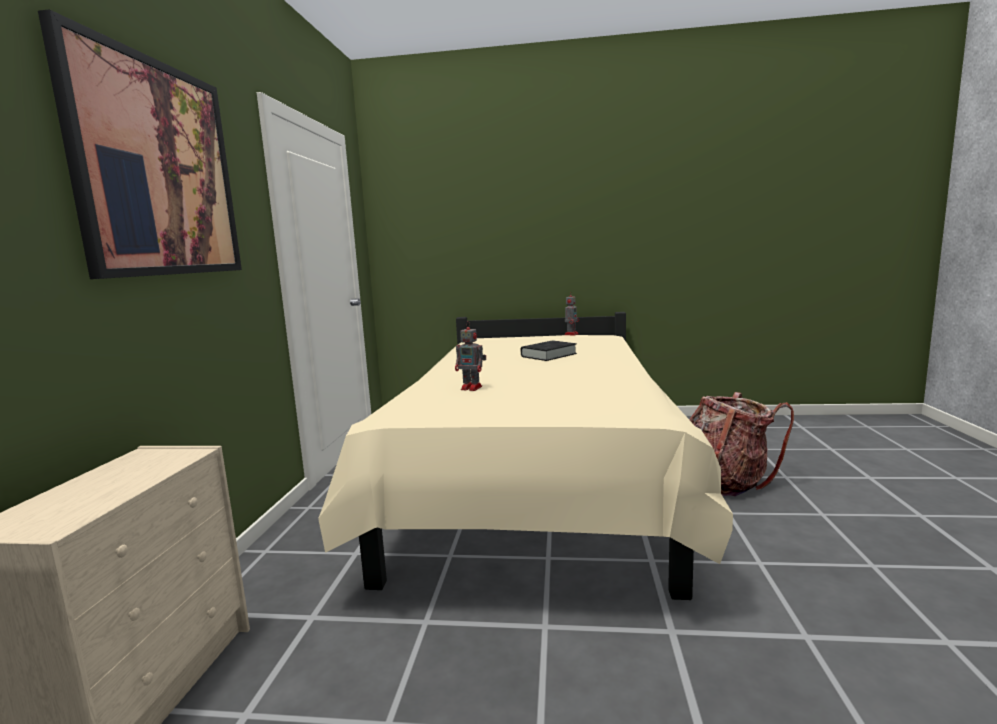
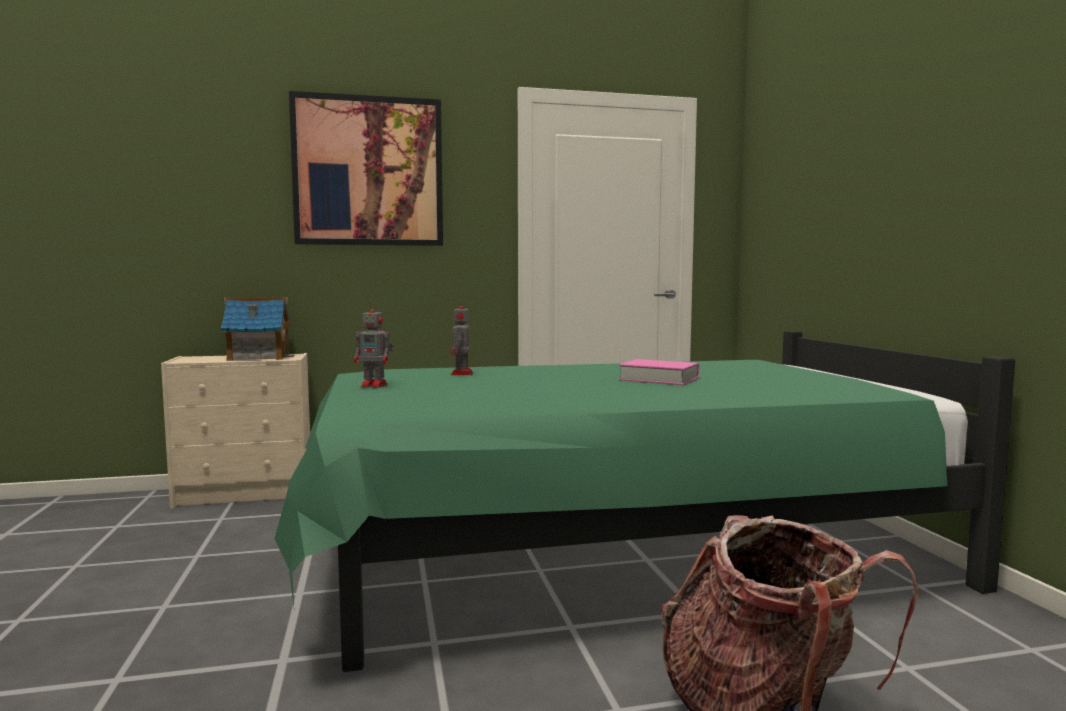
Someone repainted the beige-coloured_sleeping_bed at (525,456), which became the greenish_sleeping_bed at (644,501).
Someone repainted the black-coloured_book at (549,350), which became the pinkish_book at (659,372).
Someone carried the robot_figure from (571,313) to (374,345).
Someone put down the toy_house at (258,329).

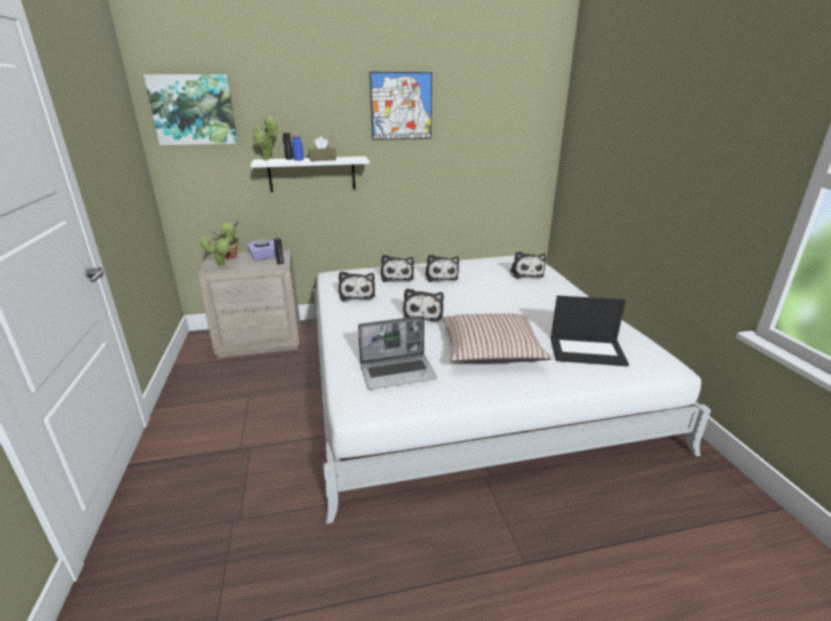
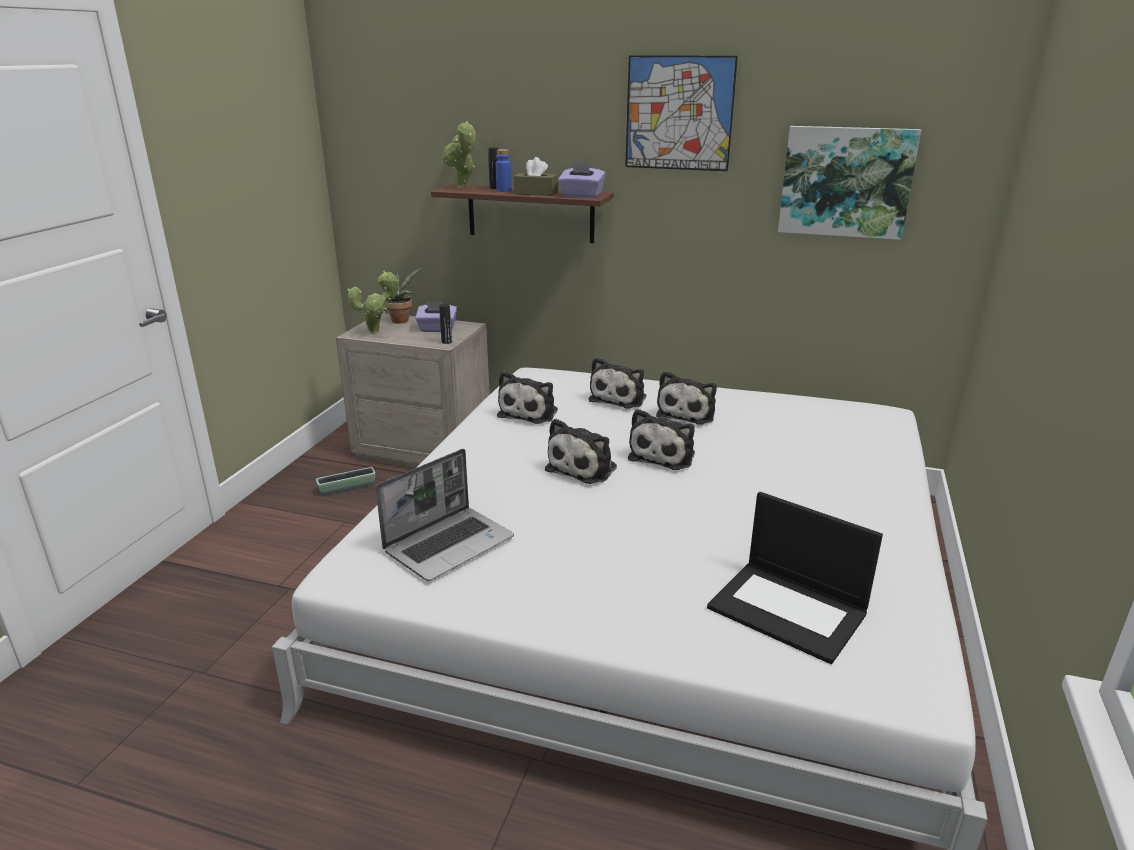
Someone carried the wall_art from (191,109) to (849,183).
Someone repainted the whitish_shelf at (310,174), which became the brown-coloured_shelf at (522,213).
Someone rotated the notebook_computer at (397,353) by 60 degrees counterclockwise.
Someone took away the throw_pillow at (497,338).
Someone carried the soft_toy from (528,265) to (661,439).
Someone put down the planter at (345,481).
Someone put down the purple_tissue_holder at (582,179).

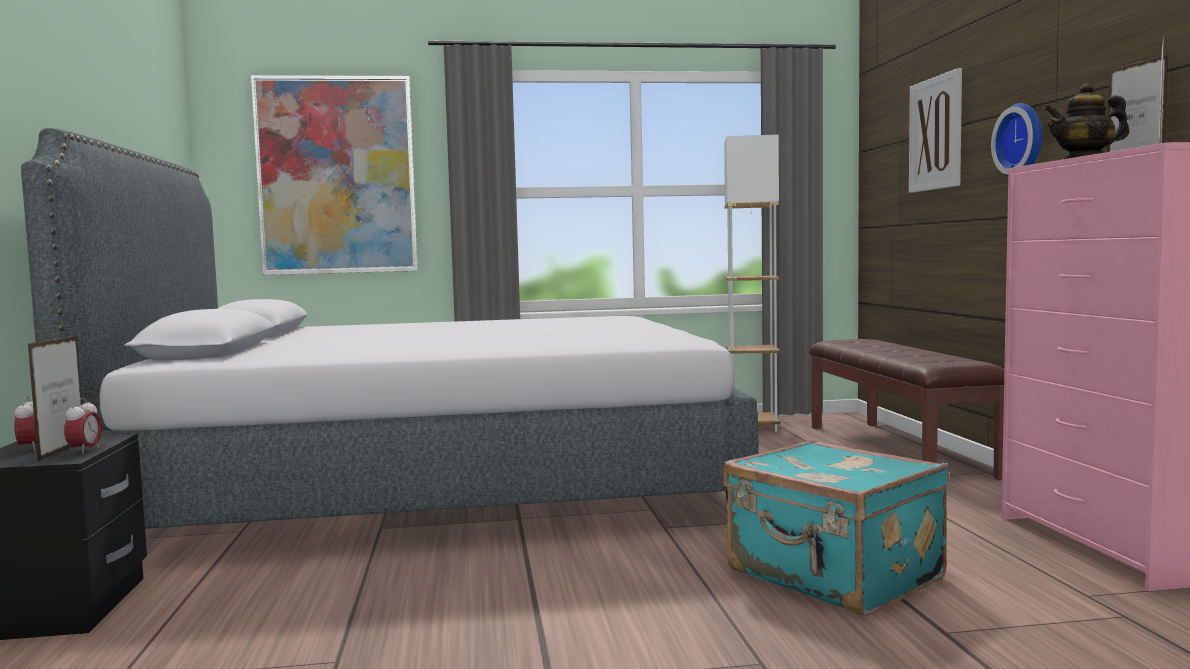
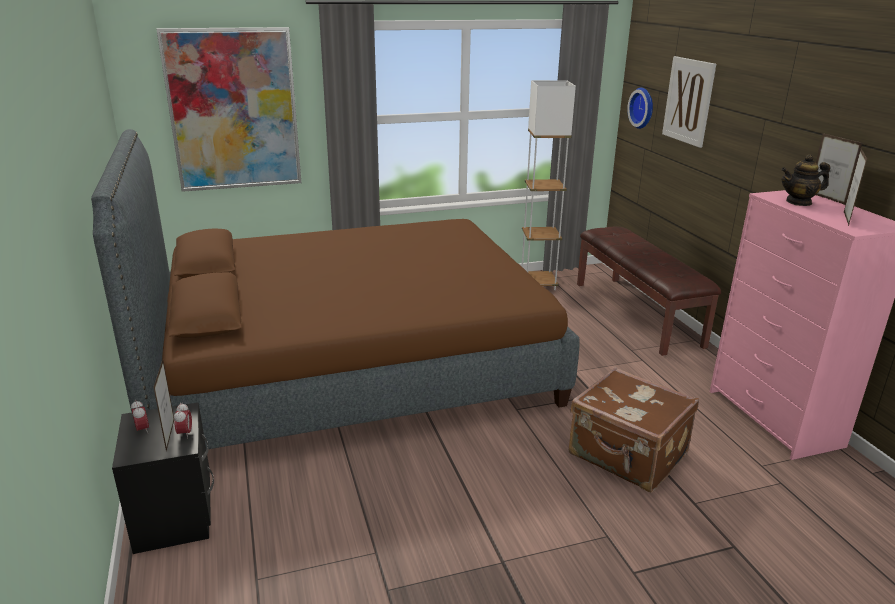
Someone repainted the greyish_sleeping_bed at (389,328), which became the brown-coloured_sleeping_bed at (335,289).
Someone repainted the turquoise_suitcase at (836,528), which became the brown-coloured_suitcase at (634,430).
Someone carried the hanging_clock from (1017,139) to (640,108).

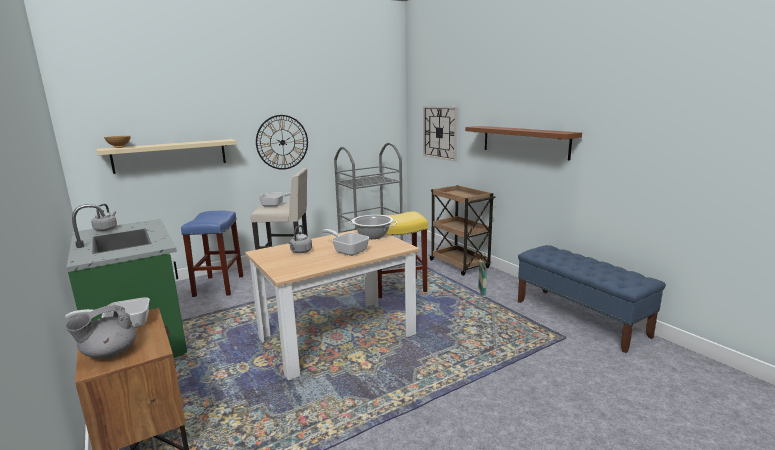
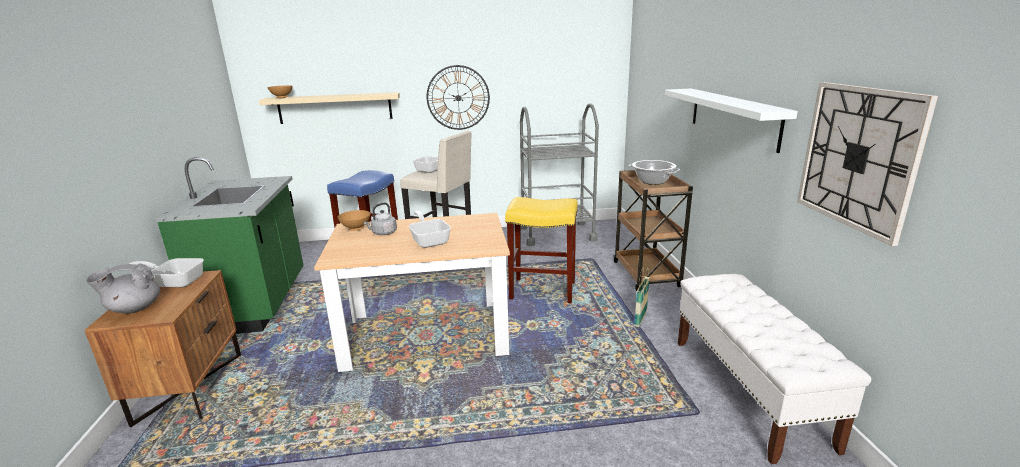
Someone took away the greyish_tea_kettle at (104,217).
Someone carried the cooking_pot from (373,227) to (654,172).
Someone carried the hanging_clock from (440,133) to (867,164).
Someone repainted the brown-coloured_shelf at (523,143), which became the whitish_shelf at (731,121).
Someone repainted the blue-coloured_bench at (592,299), which became the whitish_bench at (774,369).
Someone put down the brown-coloured_deep_dish at (354,220).

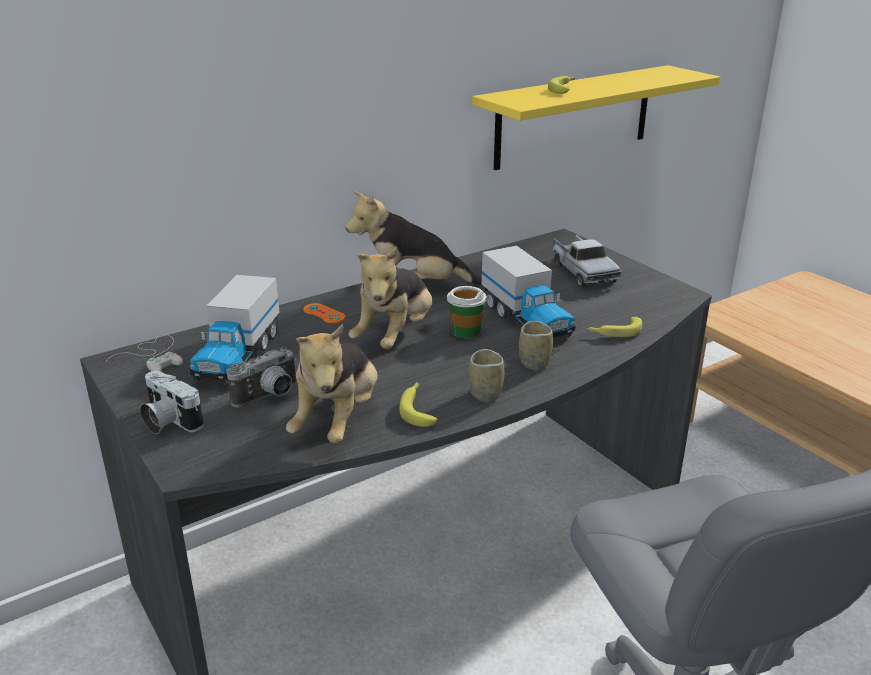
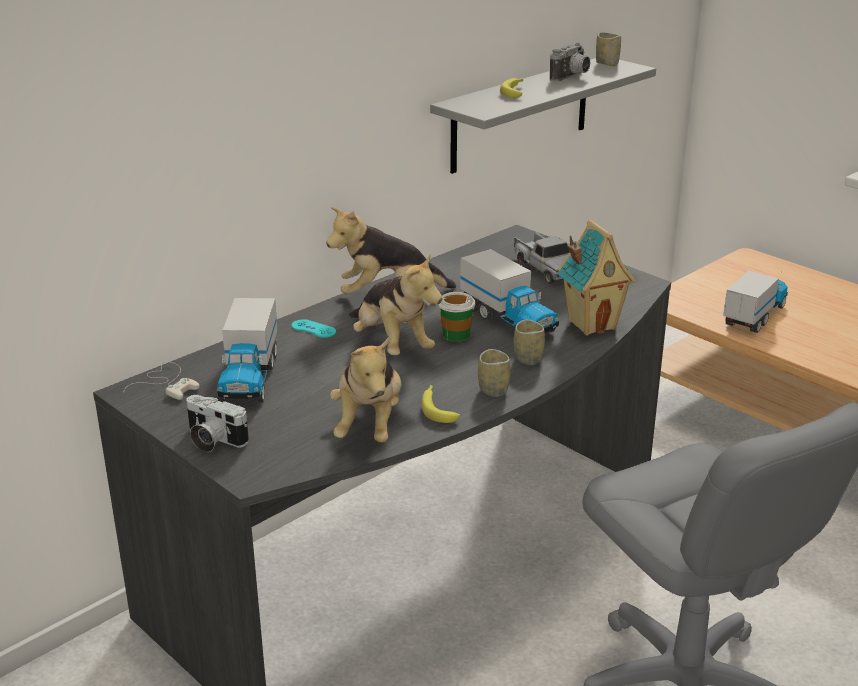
Someone carried the still_camera from (261,377) to (570,62).
Someone repainted the orange_game_controller at (324,313), which became the turquoise_game_controller at (314,328).
Someone rotated the soft_toy at (391,298) by 45 degrees counterclockwise.
Someone repainted the yellow-coloured_shelf at (596,117), which became the greyish_shelf at (543,116).
Someone swapped the whole_banana at (614,327) for the toy_house at (596,277).
Someone put down the drinking_cup at (608,49).
Someone put down the toy_lorry at (755,302).

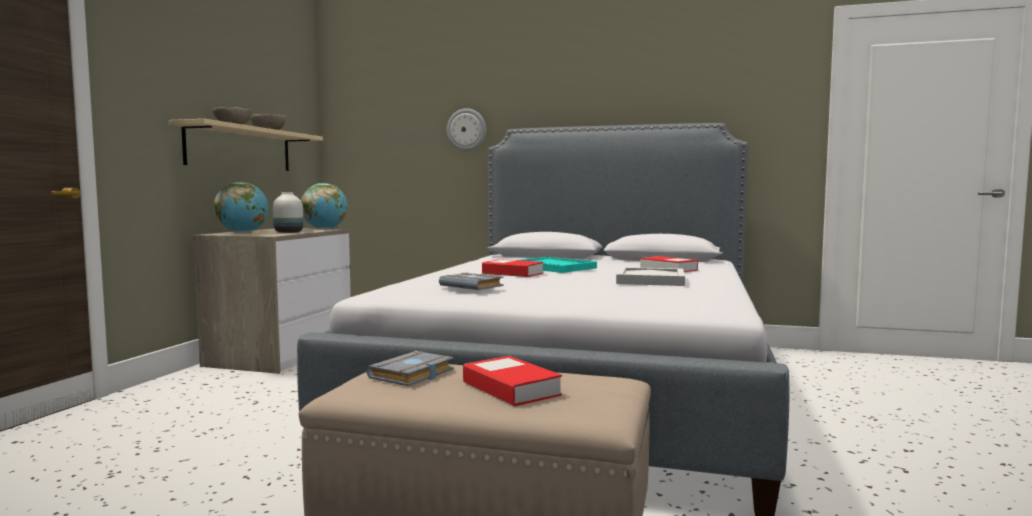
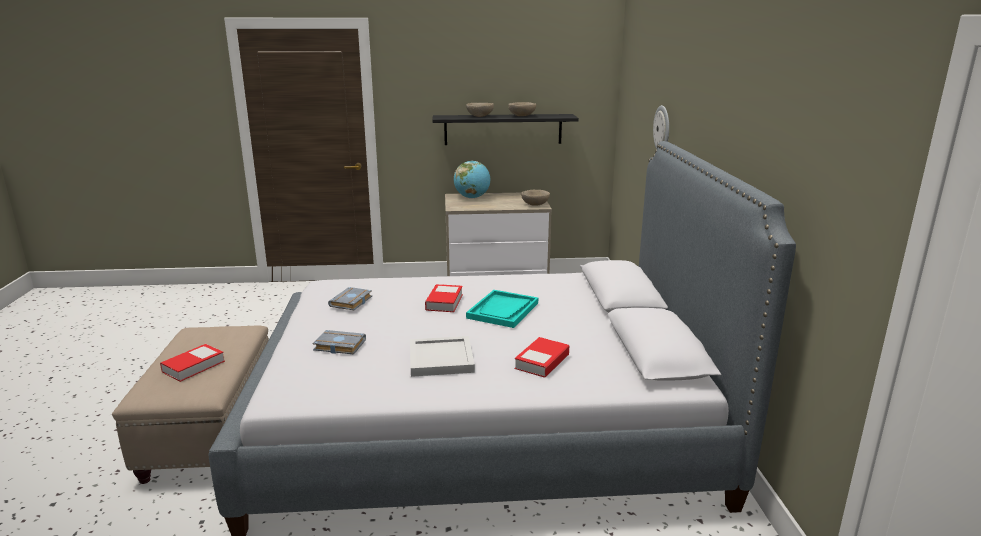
Someone repainted the beige-coloured_shelf at (246,145), which became the black-coloured_shelf at (505,129).
Someone took away the whitish_decorative_vase at (288,212).
Someone swapped the world_globe at (324,206) for the beige-coloured_deep_dish at (535,198).
Someone carried the greyish_book from (410,368) to (339,342).

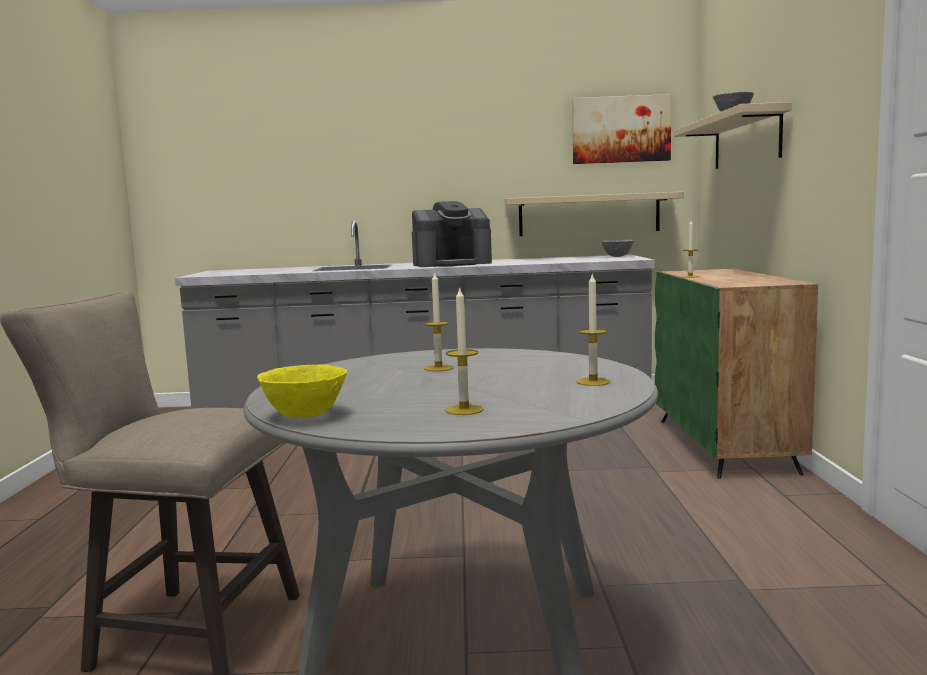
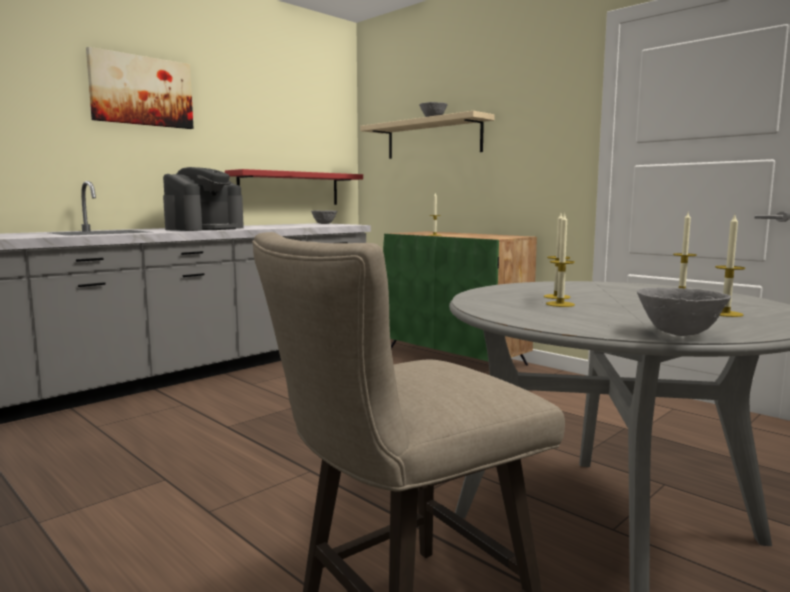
Someone repainted the yellow-coloured_deep_dish at (302,391), which became the greyish_deep_dish at (684,312).
Someone repainted the beige-coloured_shelf at (594,214), which became the red_shelf at (294,187).
Someone carried the wall_art from (621,129) to (140,88).
Someone put down the wax_light at (560,259).

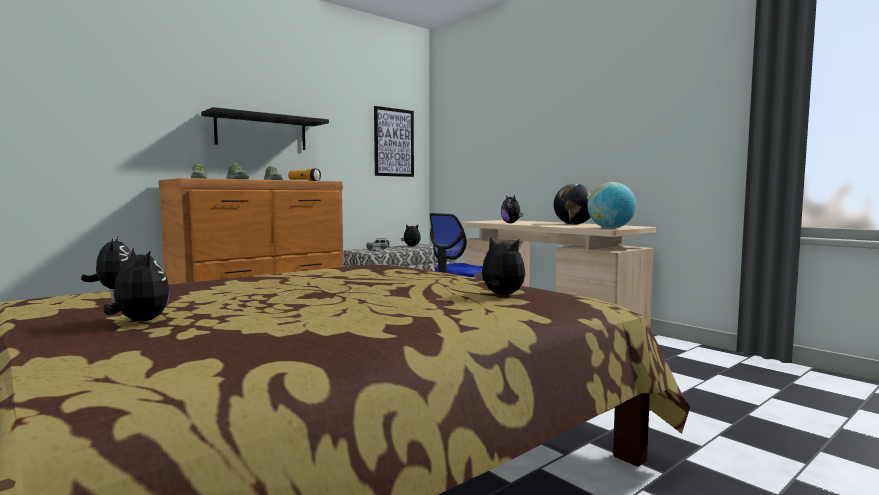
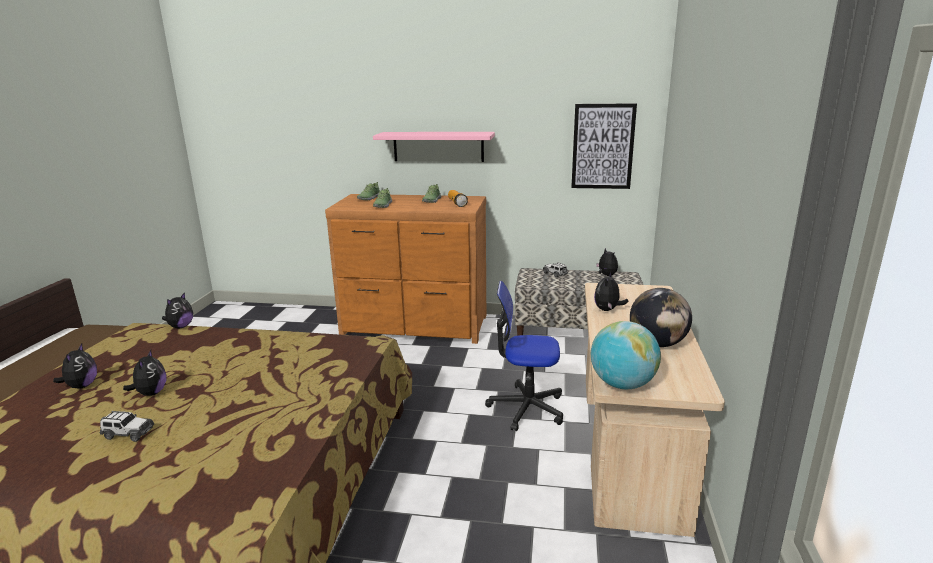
Someone repainted the black-coloured_shelf at (265,128), which became the pinkish_shelf at (434,147).
Someone carried the soft_toy from (499,266) to (145,373).
Someone put down the toy_car at (126,426).

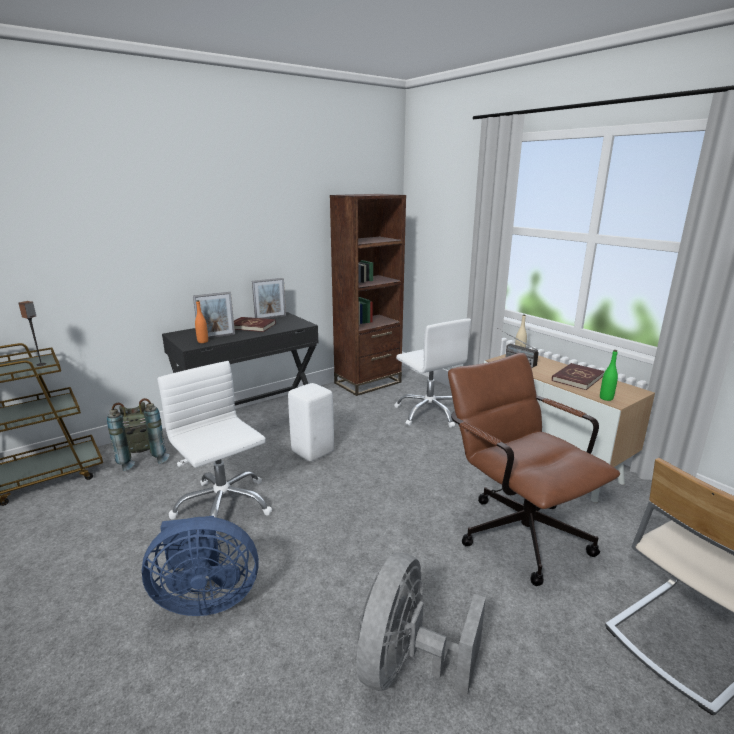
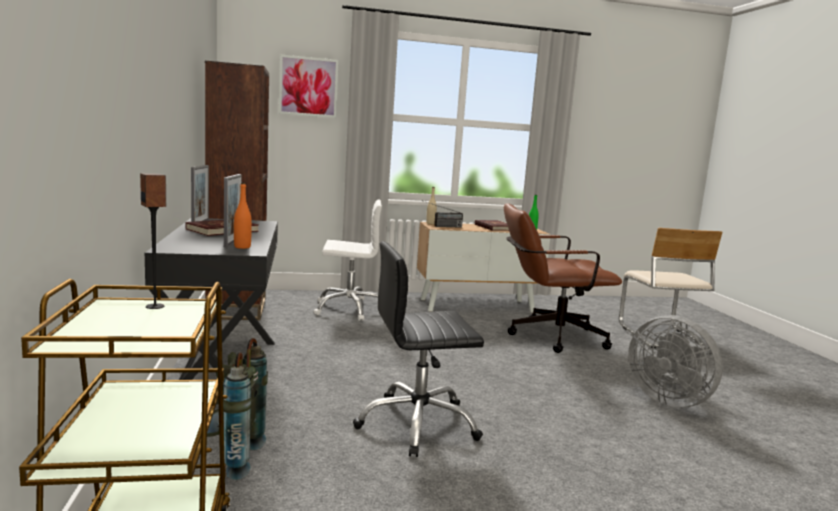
Someone took away the blue-coloured_electric_fan at (200,566).
Someone repainted the whitish_desk_chair at (214,447), which became the black-coloured_desk_chair at (418,349).
Someone took away the whitish_stool_seat at (311,422).
Someone put up the wall_art at (309,86).

